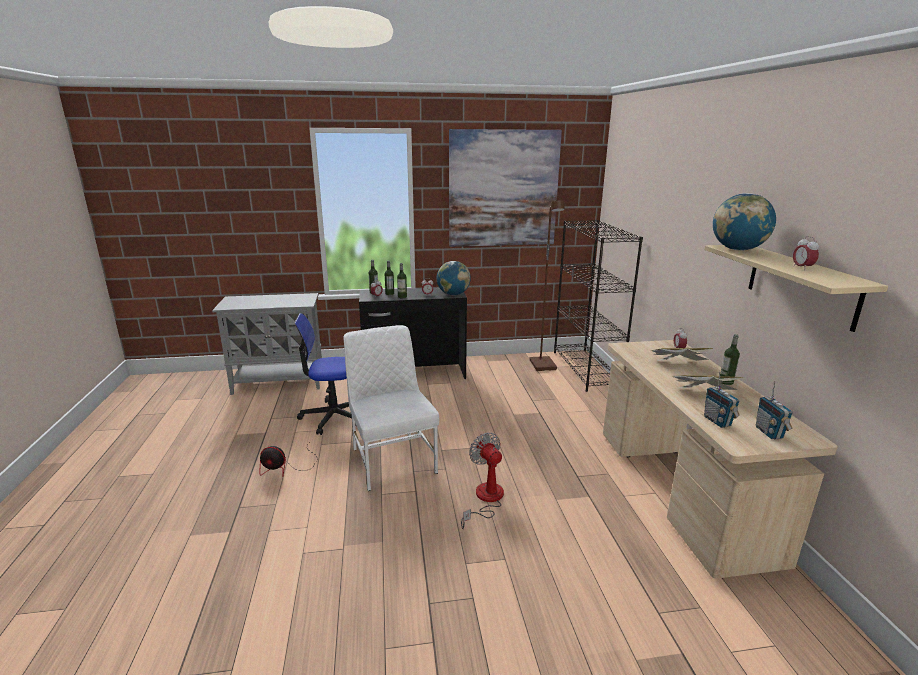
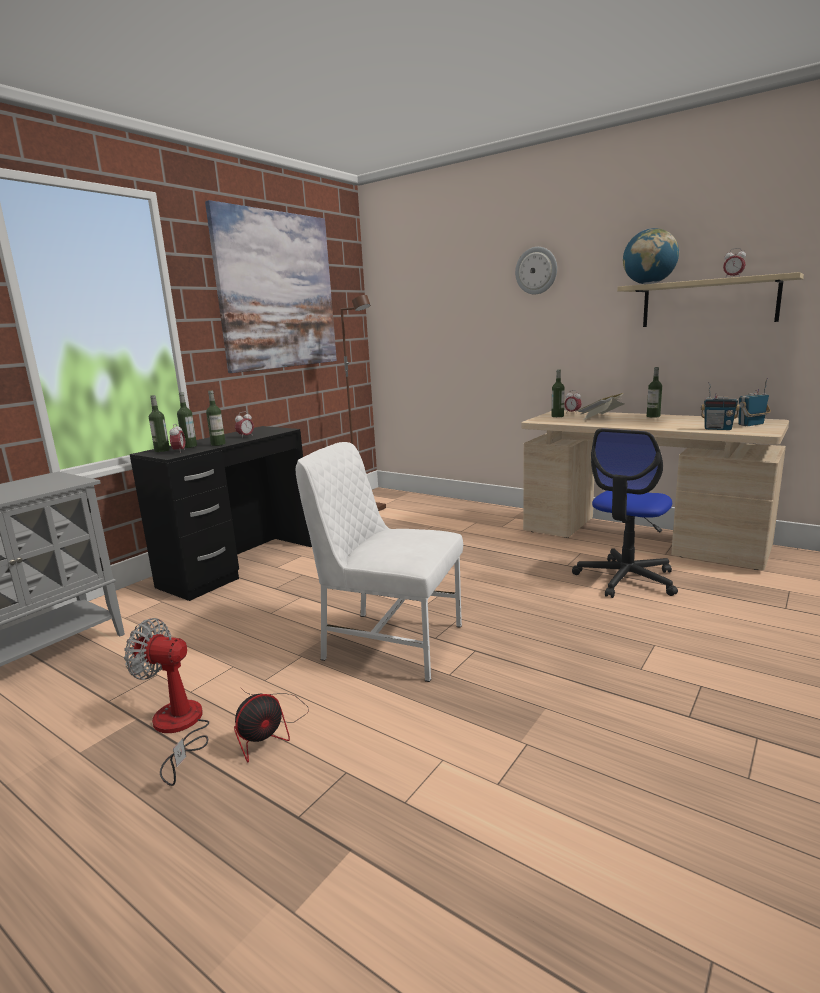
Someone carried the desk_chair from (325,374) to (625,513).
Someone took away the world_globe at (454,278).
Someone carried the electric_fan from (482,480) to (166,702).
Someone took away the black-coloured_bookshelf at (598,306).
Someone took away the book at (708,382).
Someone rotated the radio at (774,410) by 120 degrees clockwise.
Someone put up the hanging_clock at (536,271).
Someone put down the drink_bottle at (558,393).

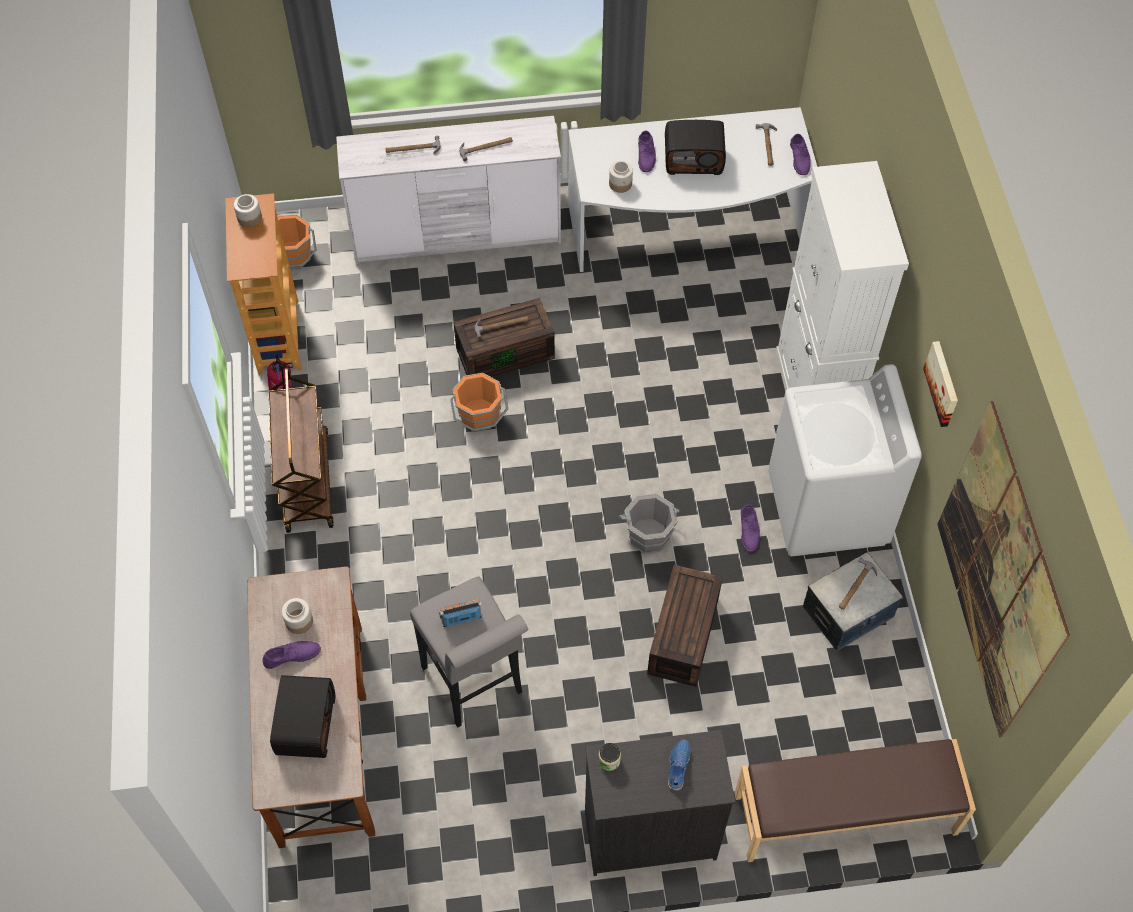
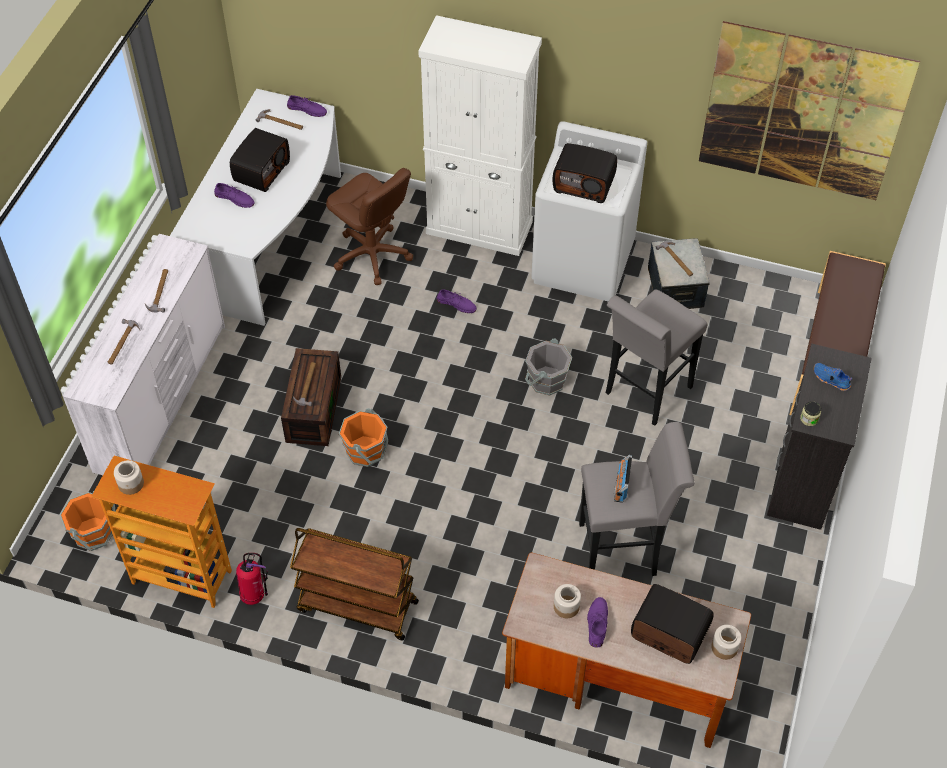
Someone carried the jar from (621,177) to (726,642).
Someone swapped the brown-coloured_storage_container at (685,626) for the greyish_stool_seat at (656,358).
Someone carried the purple_shoe from (750,528) to (456,301).
Someone took away the wall_art at (940,384).
Someone put down the brown-coloured_desk_chair at (369,226).
Someone put down the radio at (585,173).

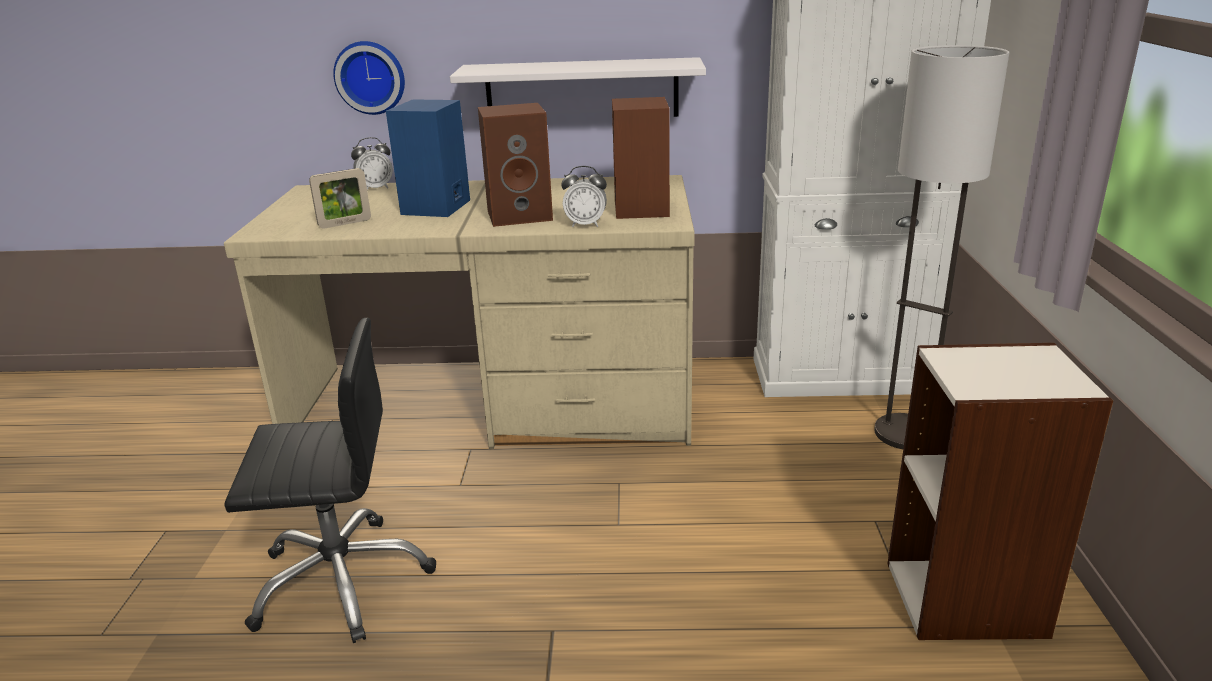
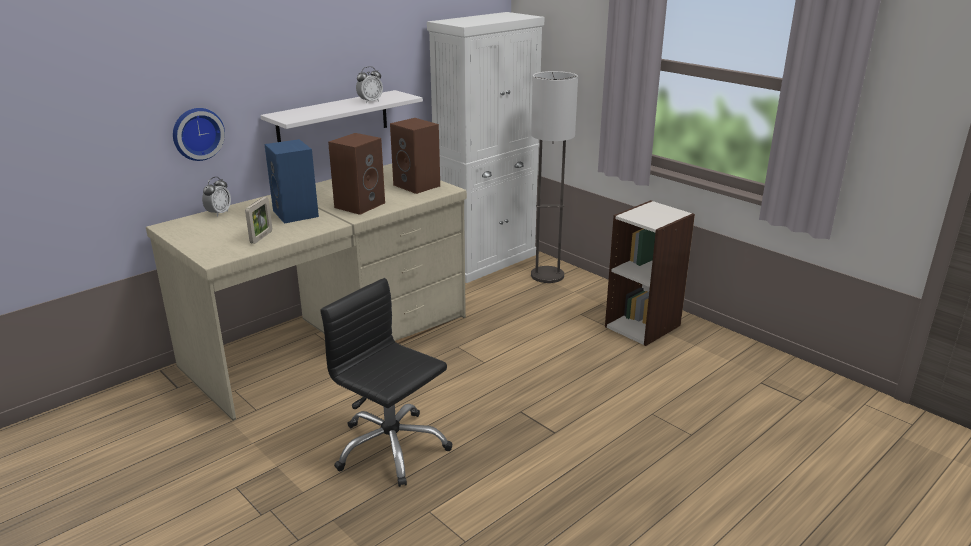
Someone rotated the black-coloured_desk_chair at (330,480) by 90 degrees counterclockwise.
Someone carried the table_clock from (584,196) to (369,85).

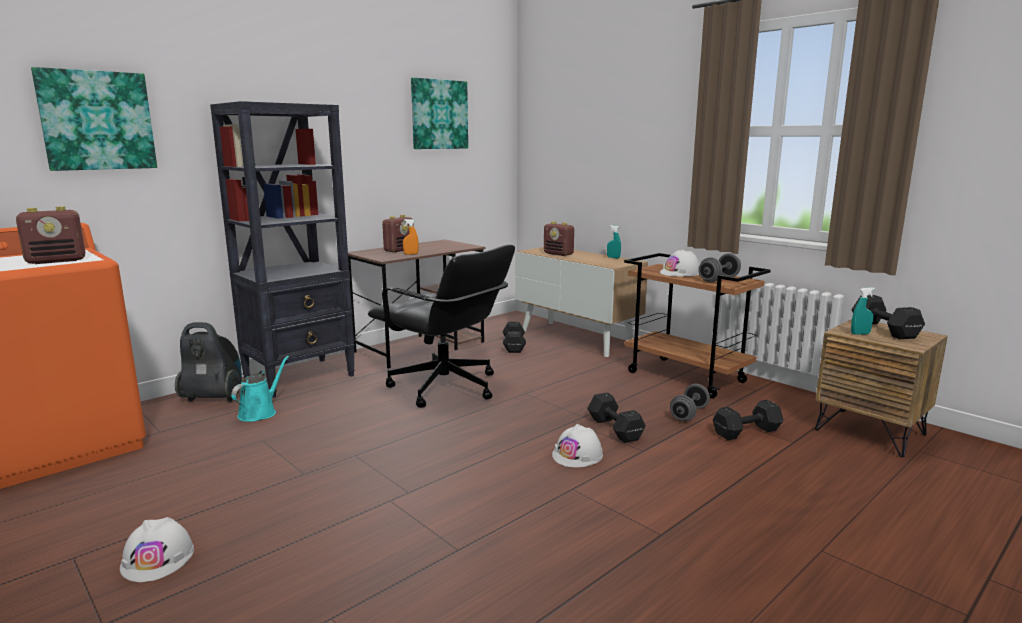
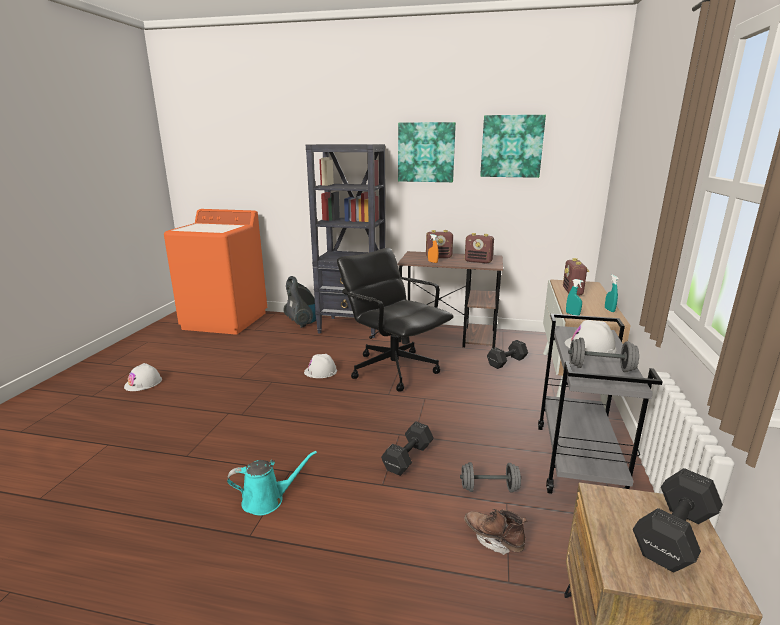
Someone carried the radio from (50,235) to (479,248).
Someone carried the wall_art from (94,119) to (427,152).
Someone carried the turquoise_watering_pot from (260,389) to (272,483).
Someone rotated the black-coloured_desk_chair at (441,326) by 135 degrees clockwise.
Someone carried the whitish_safety_helmet from (577,445) to (320,366).
Someone repainted the brown-coloured_trolley at (697,325), which became the greyish_trolley at (600,404).
Someone swapped the black-coloured_free_weight at (748,420) for the brown-coloured_boot at (495,532).
Someone carried the turquoise_sprayer from (863,311) to (575,297).

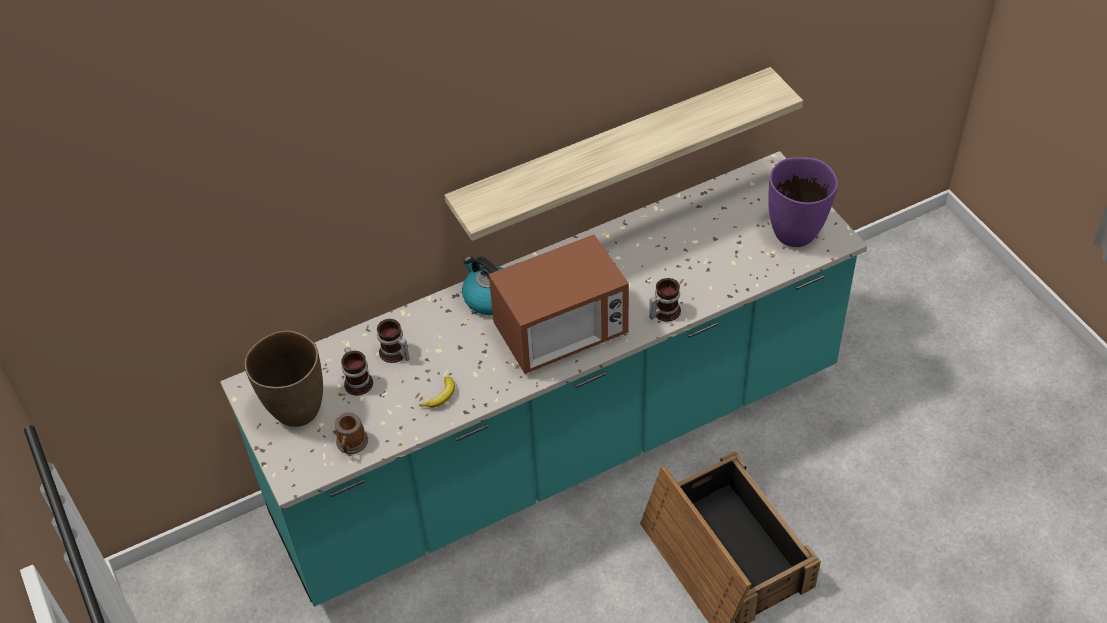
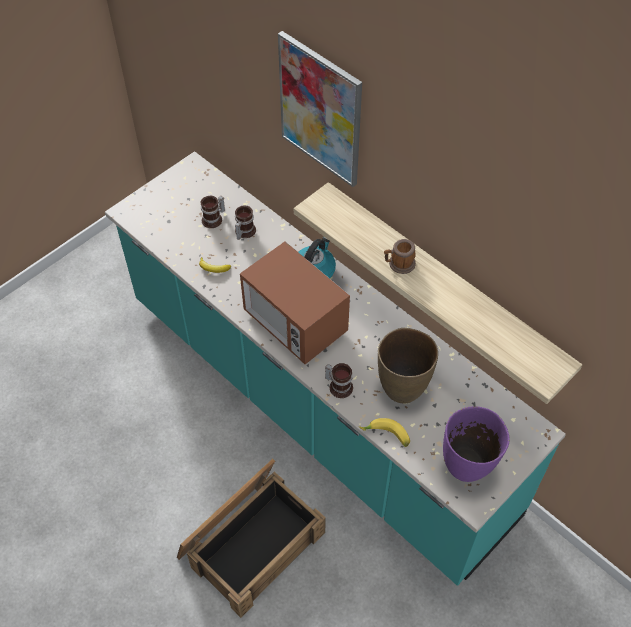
Someone carried the brown-coloured_decorative_vase from (284,378) to (408,365).
Someone carried the tea_mug from (351,433) to (400,256).
Someone put up the wall_art at (320,109).
Someone put down the whole_banana at (384,432).

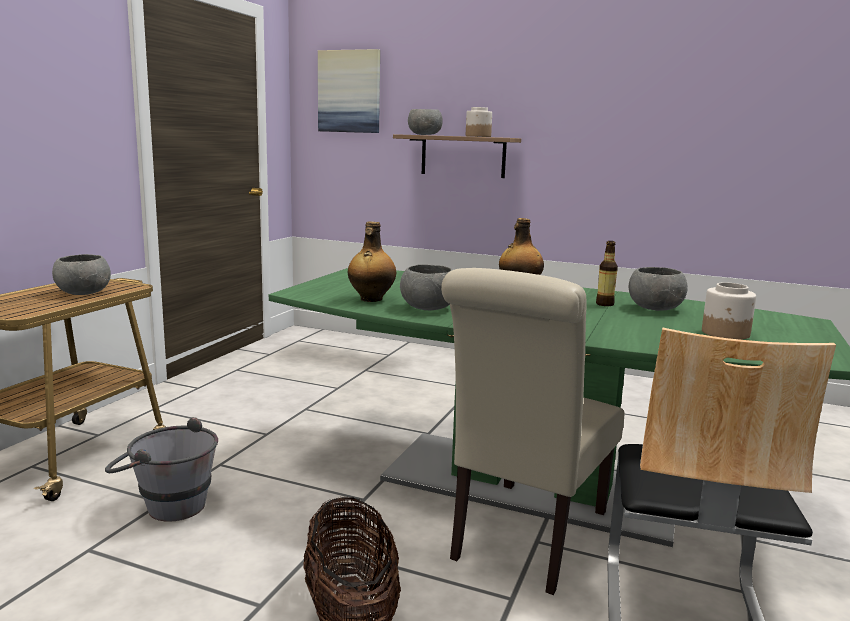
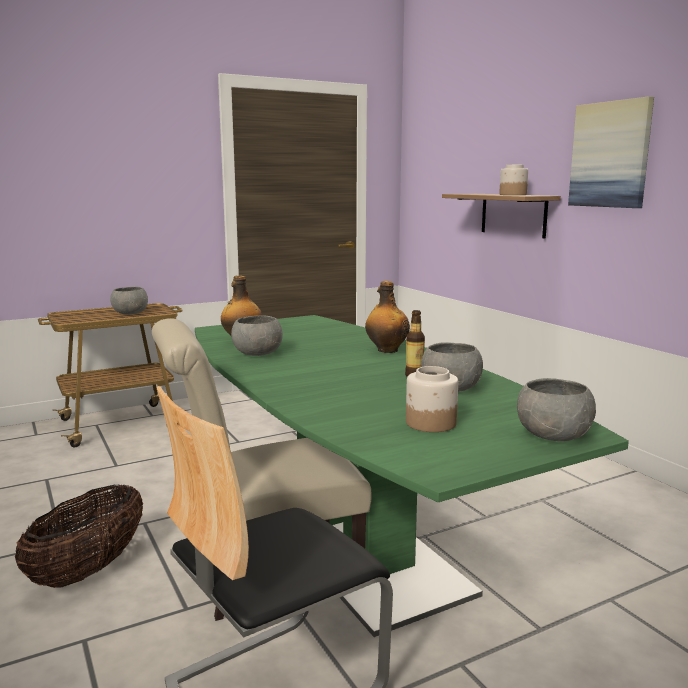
Someone took away the greyish_bucket at (161,469).
Someone carried the wall_art from (349,91) to (611,152).
Someone carried the greyish_deep_dish from (425,122) to (556,409).

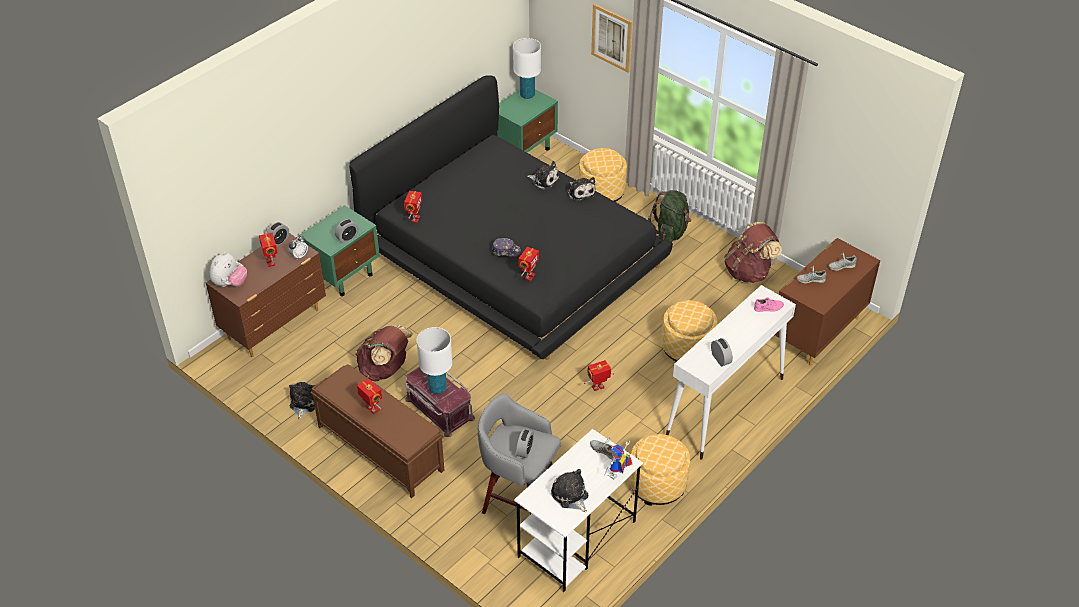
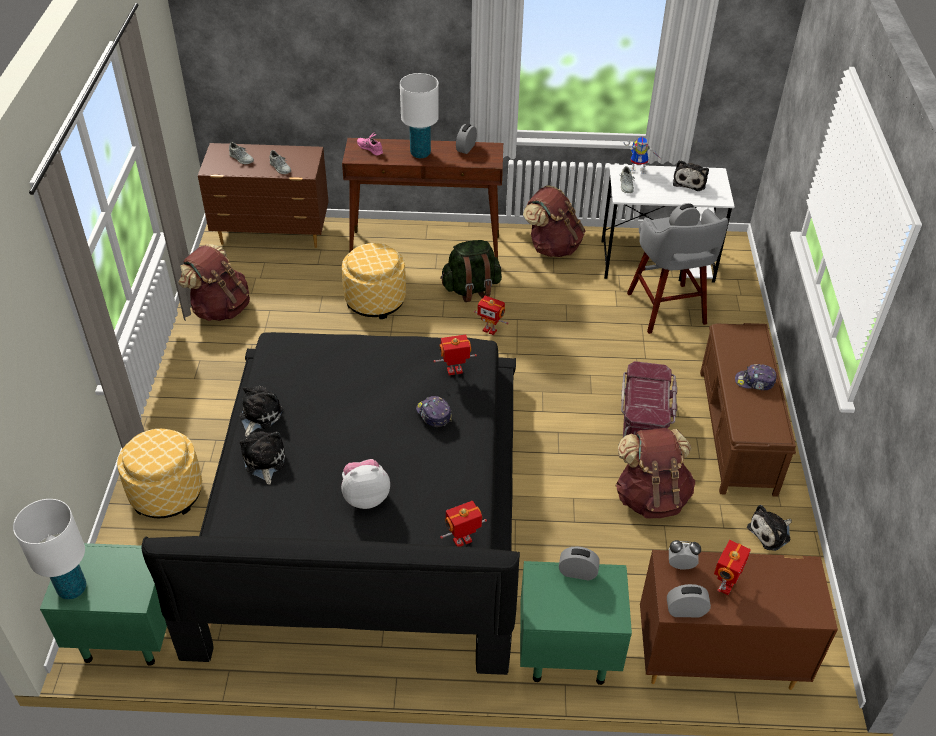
Someone carried the soft_toy from (228,269) to (365,484).
Someone swapped the robot_figure at (369,396) for the baseball_cap at (755,377).
Someone carried the whitish_tabletop_lamp from (434,360) to (419,115).
Someone took away the wall_art at (611,38).
Someone swapped the ottoman at (659,470) for the brown-coloured_knapsack at (554,221).
Someone carried the greenish_knapsack from (670,216) to (471,271).
Someone repainted the whitish_narrow_table at (731,372), which became the brown-coloured_narrow_table at (422,198).

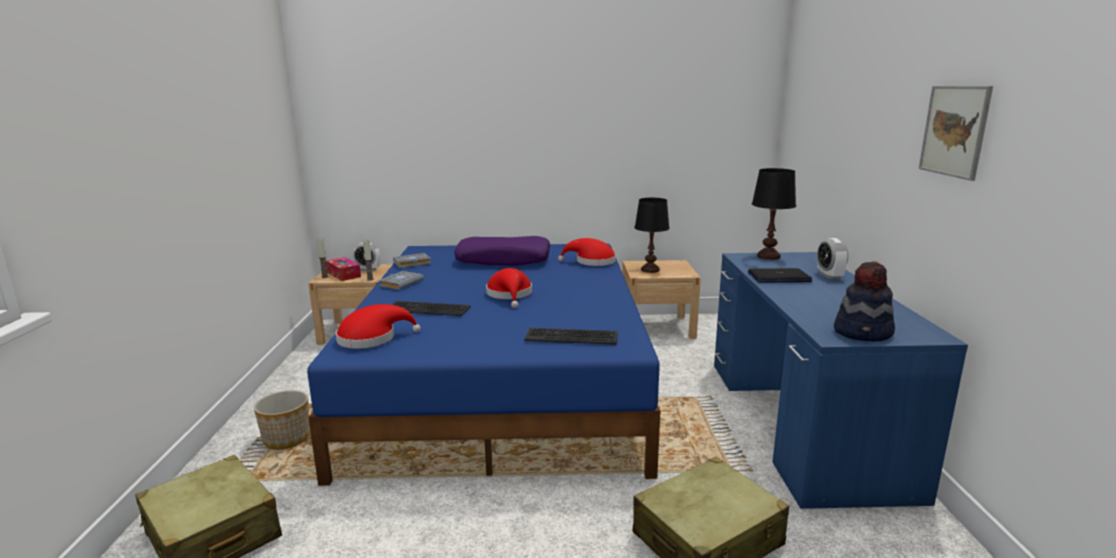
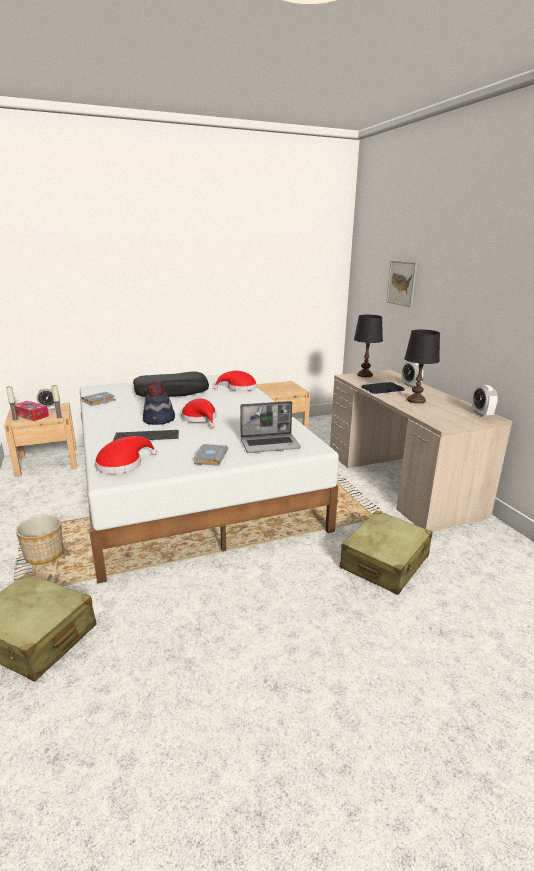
Someone repainted the blue-coloured_sleeping_bed at (483,365), which became the whitish_sleeping_bed at (209,479).
Someone carried the greyish_book from (401,280) to (211,455).
Someone repainted the purple_throw_pillow at (502,251), which became the black-coloured_throw_pillow at (171,384).
Someone swapped the computer_keyboard at (571,336) for the notebook_computer at (270,427).
Someone carried the black-coloured_tabletop_lamp from (652,235) to (422,367).
Someone repainted the blue-coloured_desk at (841,380), which became the beige-coloured_desk at (421,451).
Someone carried the clothing_hat from (864,301) to (159,402).
Someone carried the wall_art from (956,133) to (401,284).
Someone put down the table_clock at (485,401).

